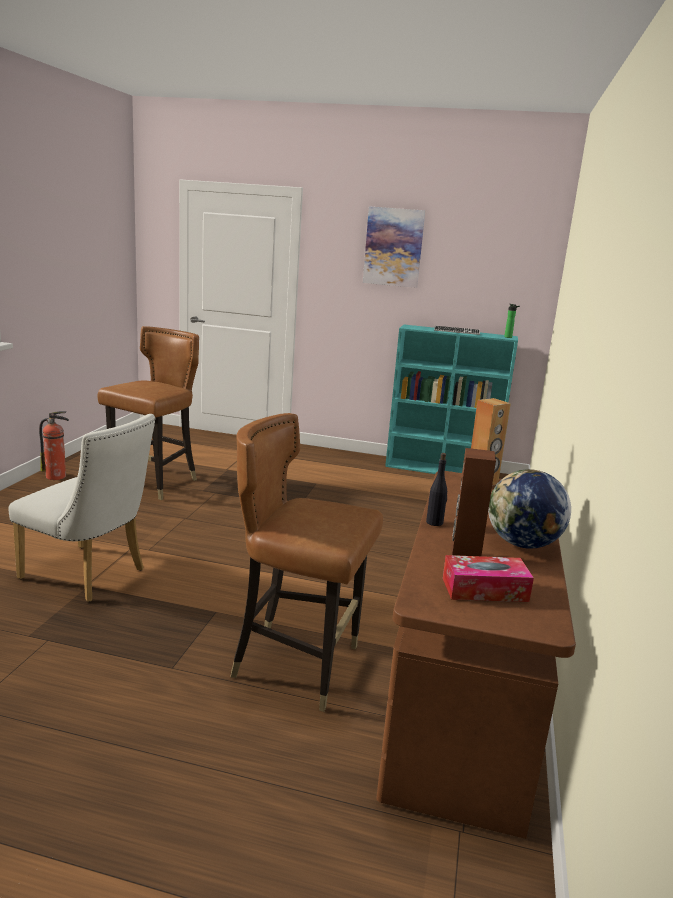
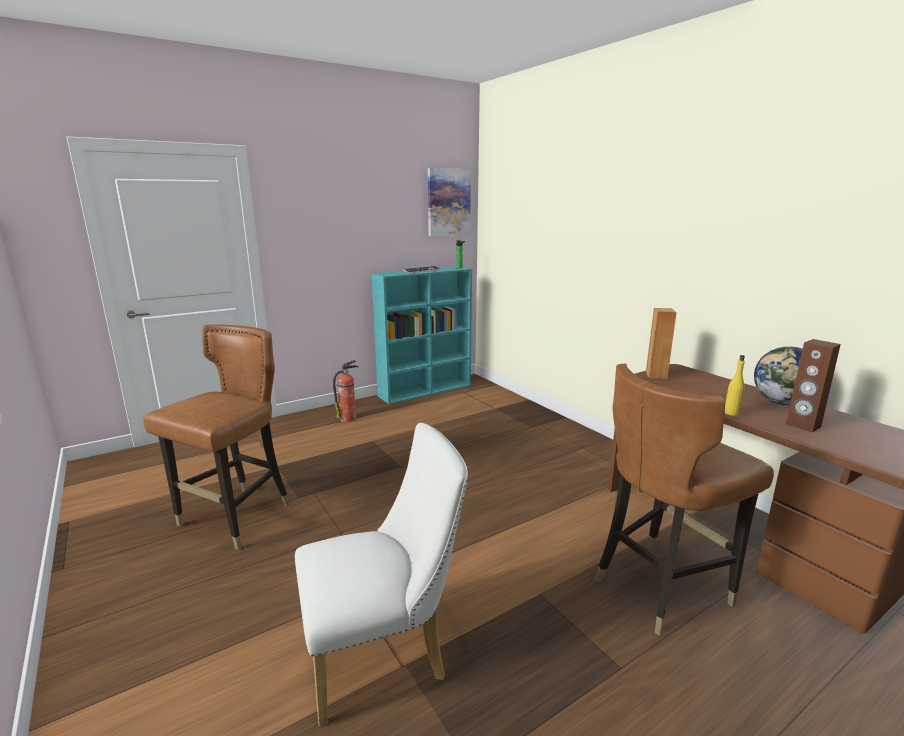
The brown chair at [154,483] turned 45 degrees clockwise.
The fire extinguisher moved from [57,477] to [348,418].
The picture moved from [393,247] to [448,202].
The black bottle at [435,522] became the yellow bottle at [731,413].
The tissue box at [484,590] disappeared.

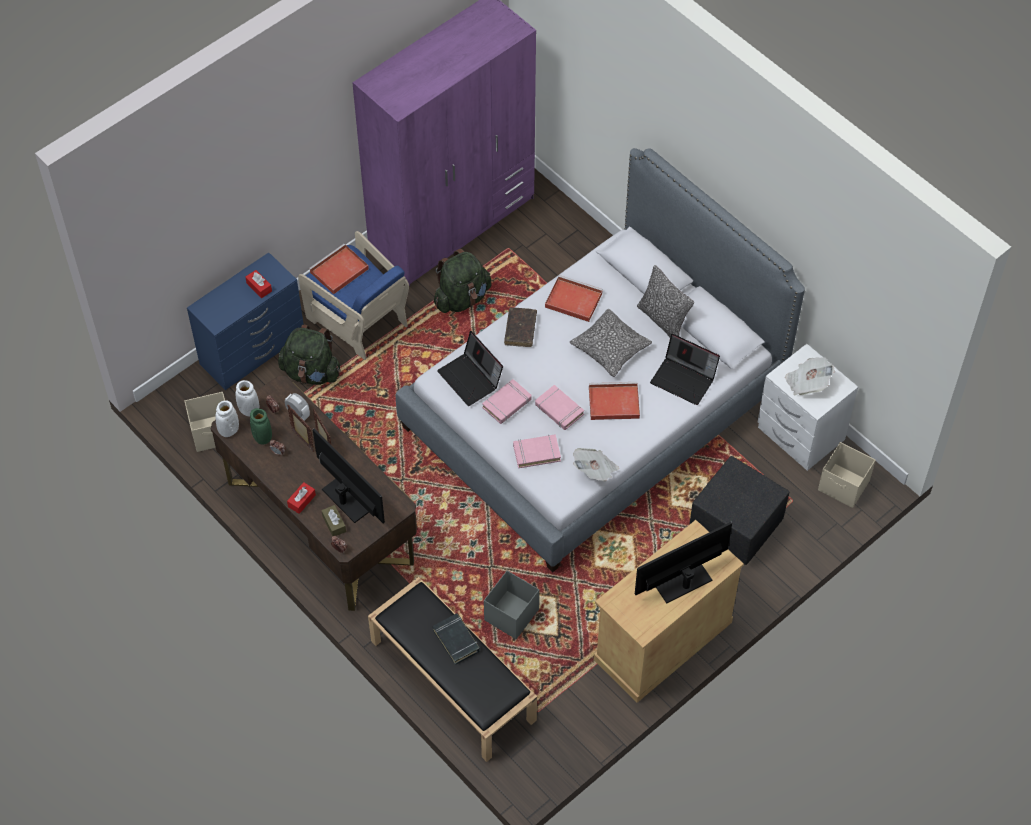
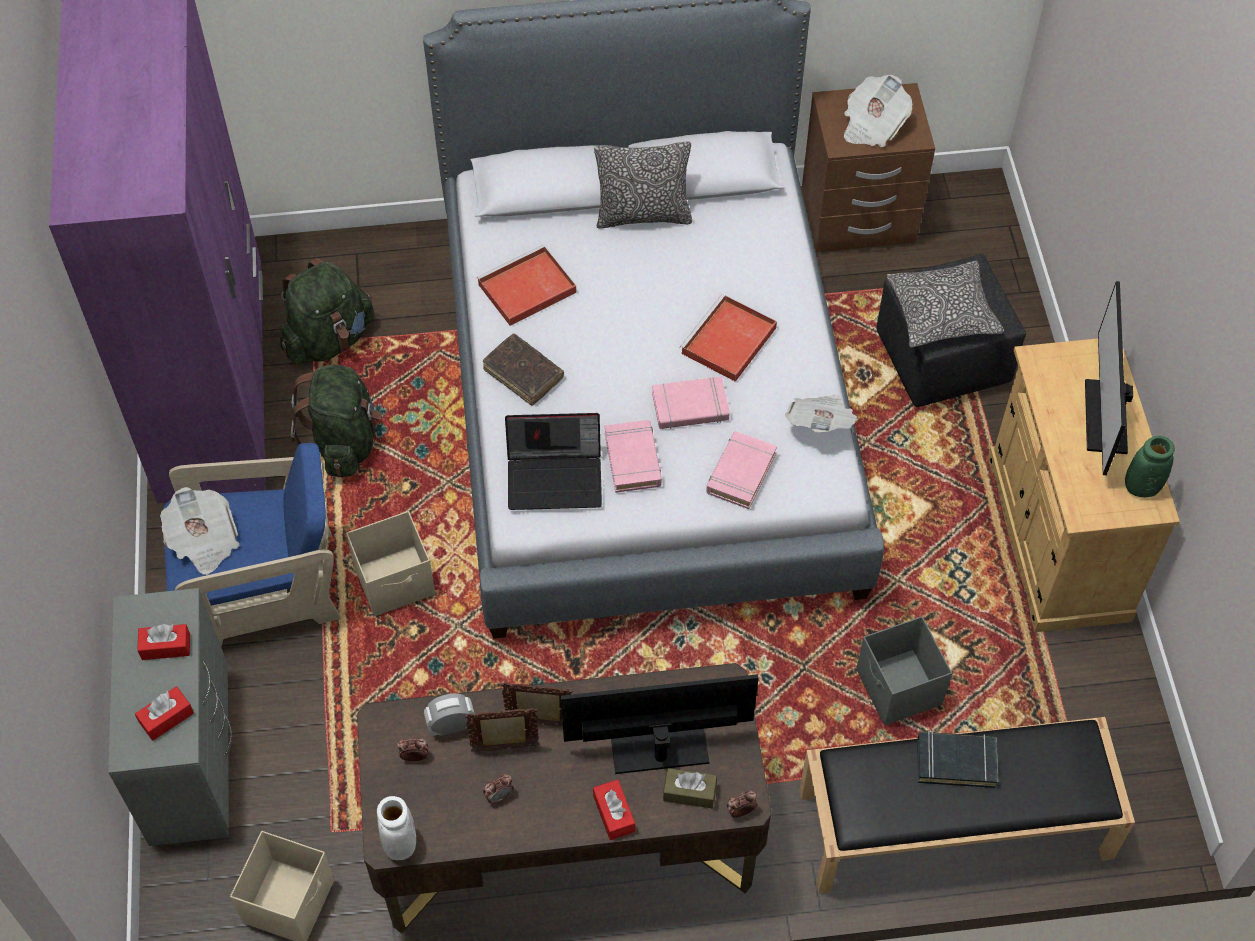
The blue dresser at [253,350] became the grey dresser at [192,755].
The red tissue box at [166,718] appeared.
The red tray at [338,271] was replaced by the newspaper at [203,541].
The green backpack moved from [311,372] to [329,339].
The beige storage box moved from [844,486] to [396,581].
The white nightstand at [800,434] became the brown nightstand at [858,219].
The pillow moved from [610,348] to [942,313].
The green vase moved from [262,437] to [1141,487].
The white vase at [249,410] disappeared.
The laptop at [684,379] disappeared.

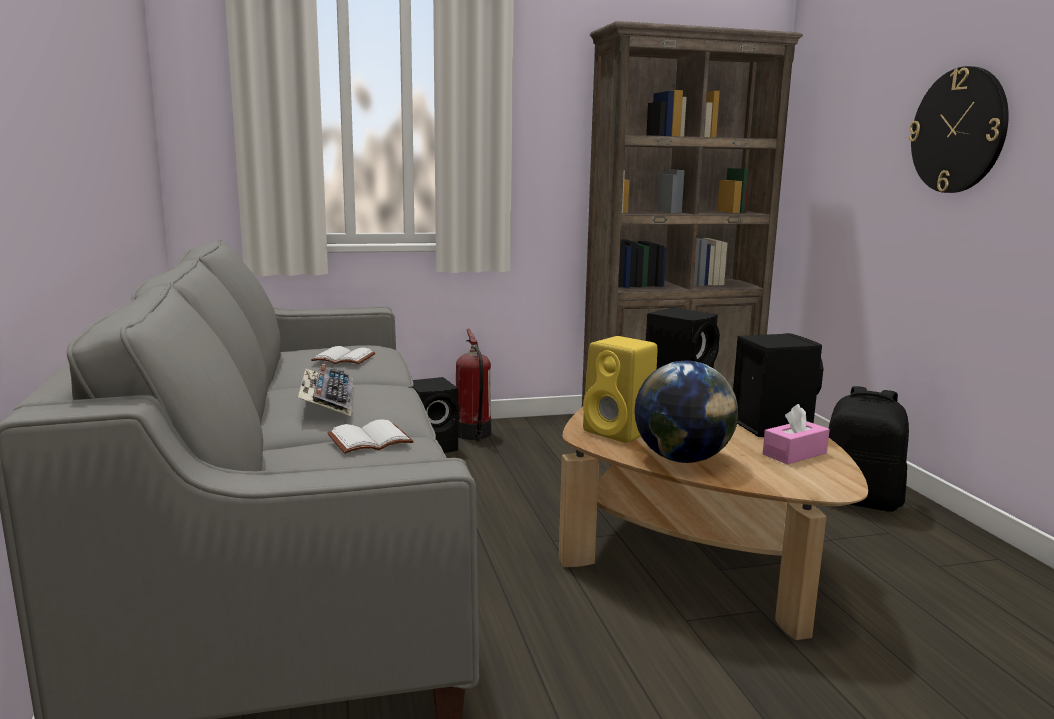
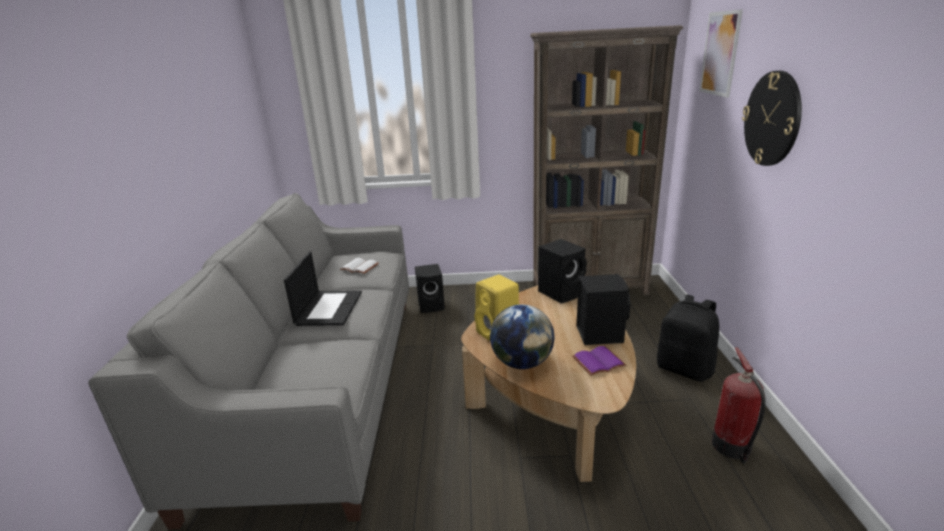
The keyboard at [327,400] was replaced by the laptop at [328,308].
The pink tissue box at [794,454] was replaced by the purple book at [598,363].
The picture at [720,53] appeared.
The fire extinguisher moved from [473,434] to [732,447].
The white book at [370,439] disappeared.

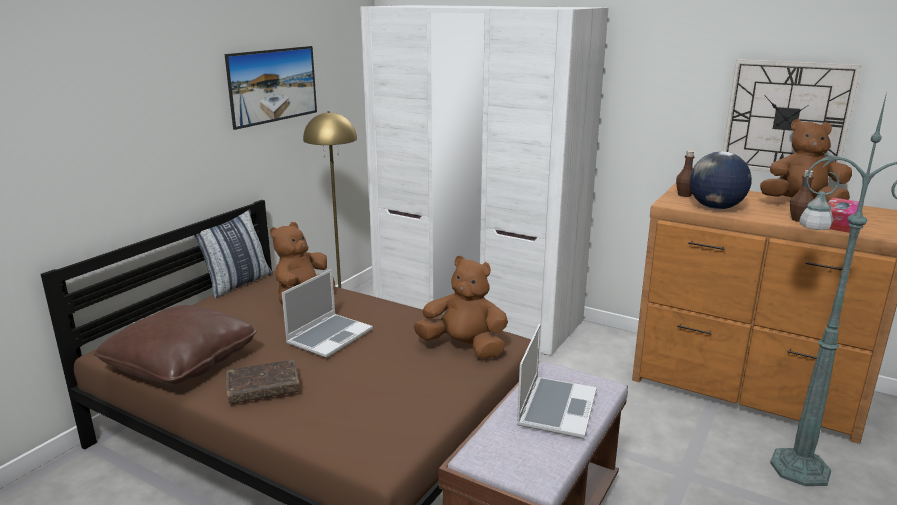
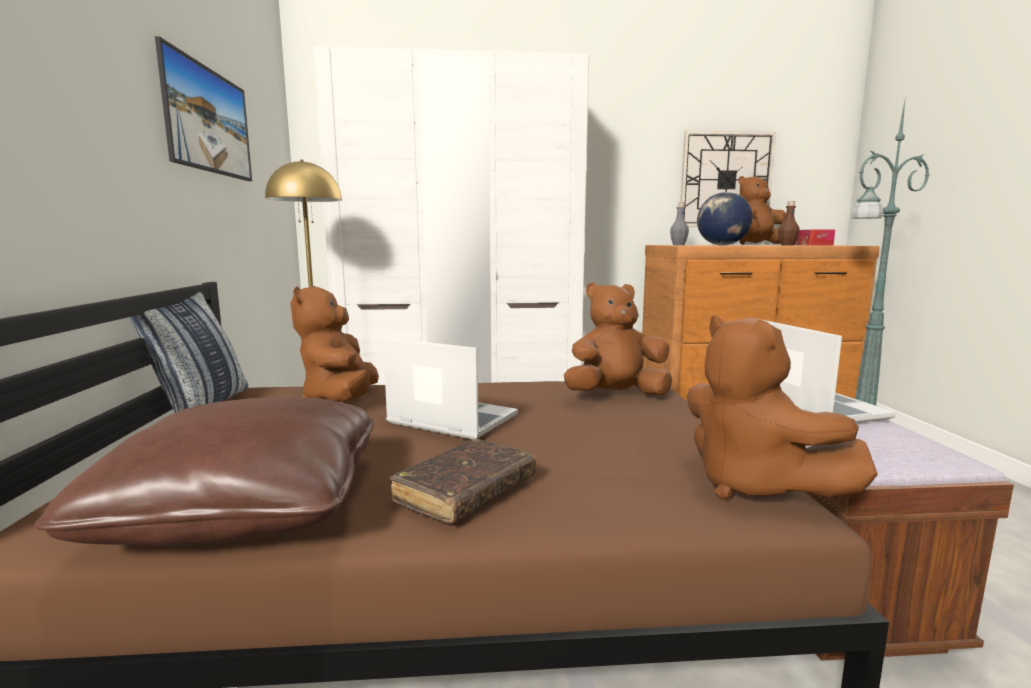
The laptop at [329,336] turned 60 degrees counterclockwise.
The brown bottle at [684,195] became the grey bottle at [678,245].
The brown plush toy at [753,486] appeared.

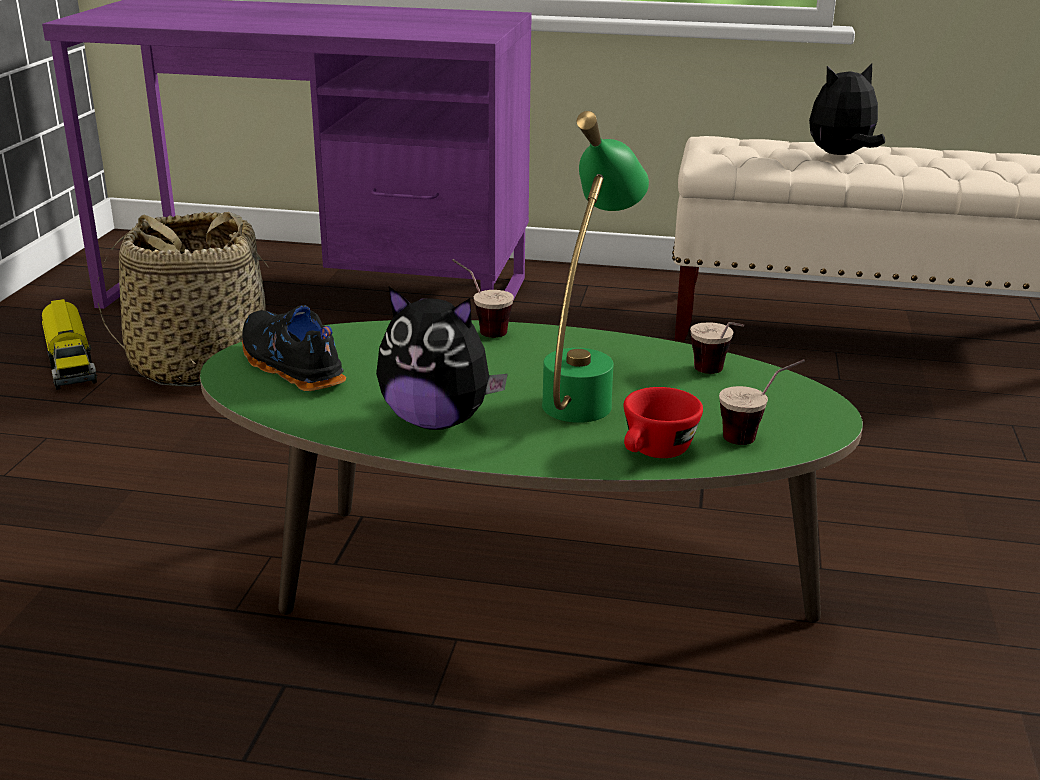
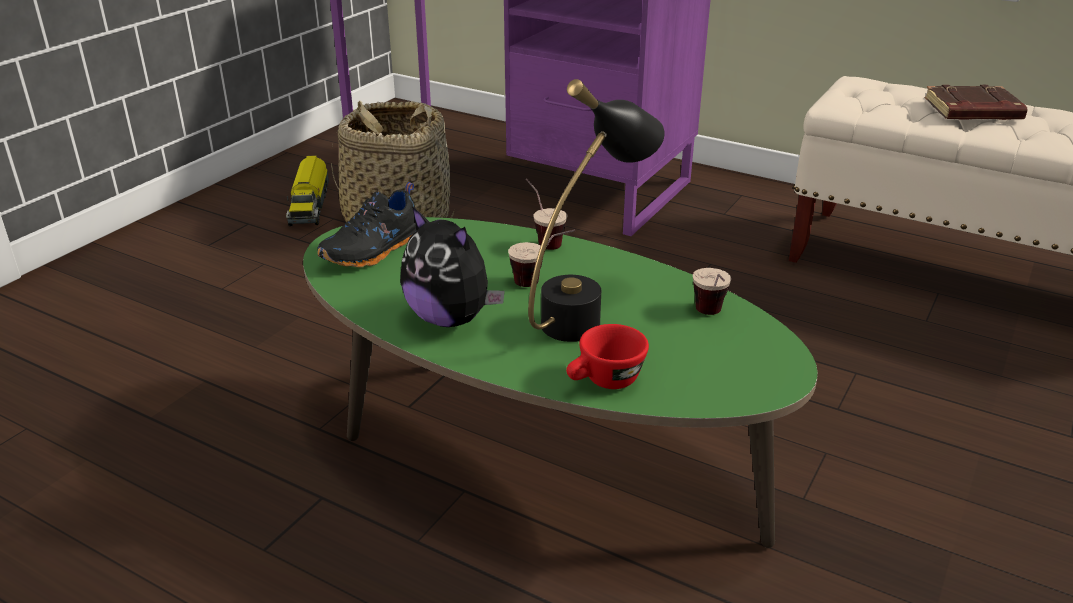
The black shoe at [289,367] turned 120 degrees counterclockwise.
The cup moved from [756,436] to [541,282].
The green table lamp at [586,391] became the black table lamp at [588,312].
The plush toy at [841,155] was replaced by the brown book at [972,111].

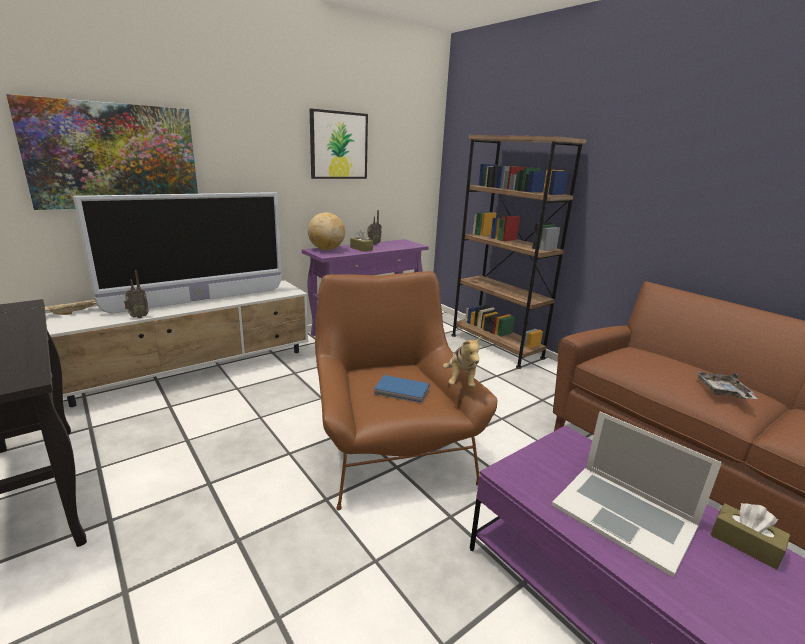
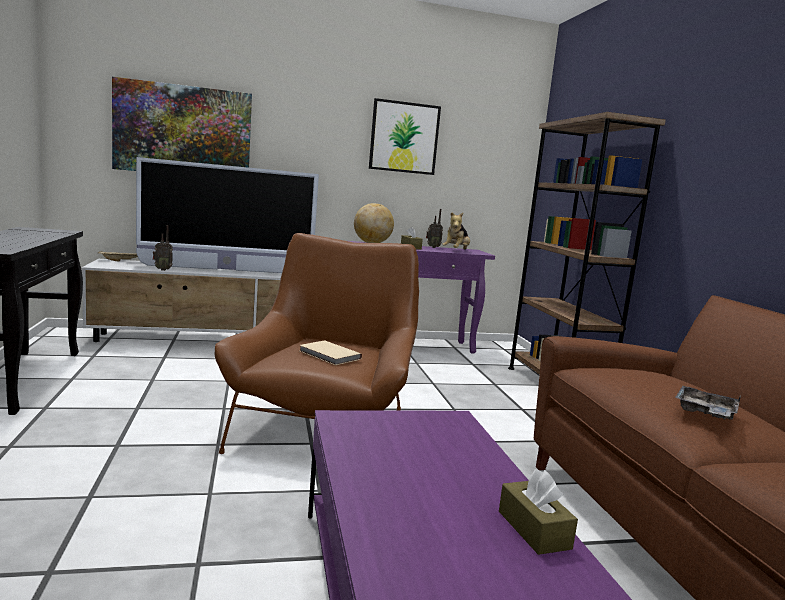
The blue book at [402,391] became the beige book at [329,355].
The plush toy moved from [461,380] to [456,251].
The laptop at [624,515] disappeared.

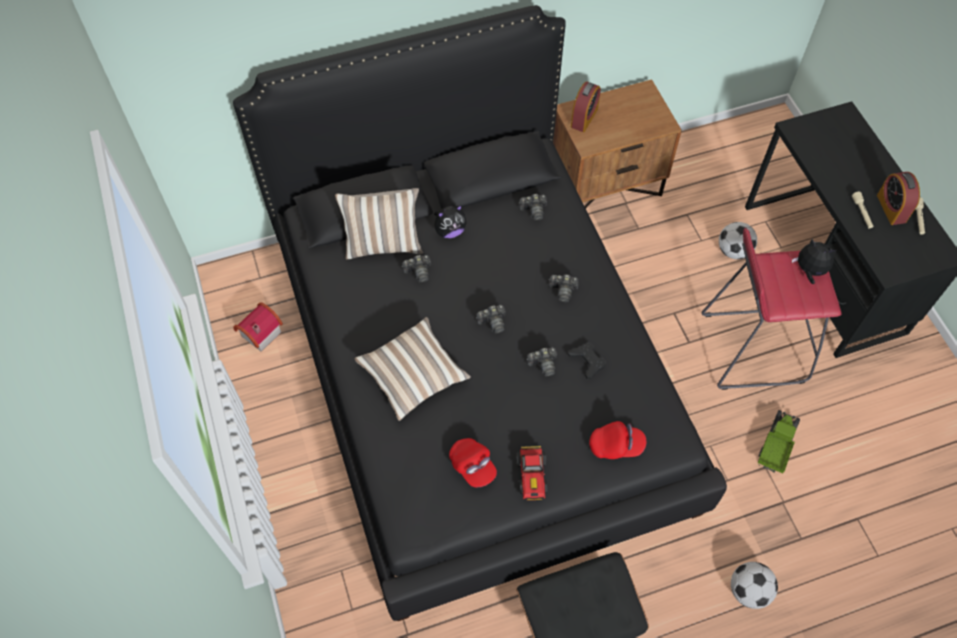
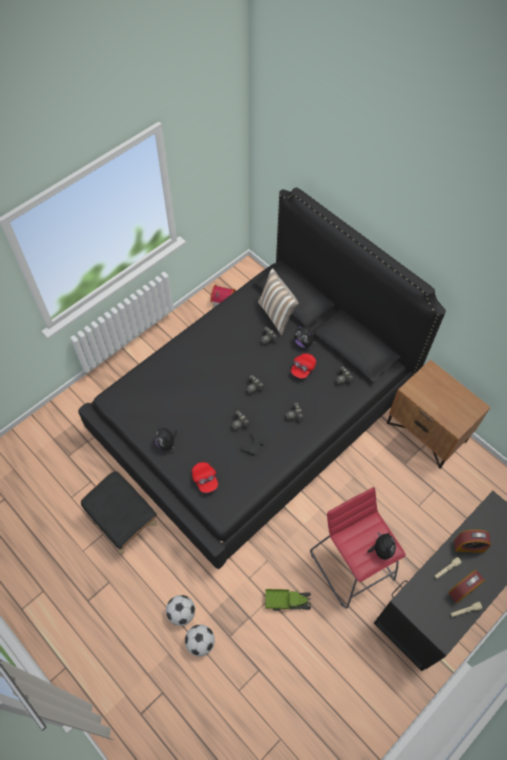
The toy car at [532,477] was replaced by the plush toy at [167,443].
The football moved from [733,251] to [200,642].
The red cap moved from [472,466] to [303,369].
The alarm clock moved from [584,118] to [469,546].
The pillow at [413,375] disappeared.

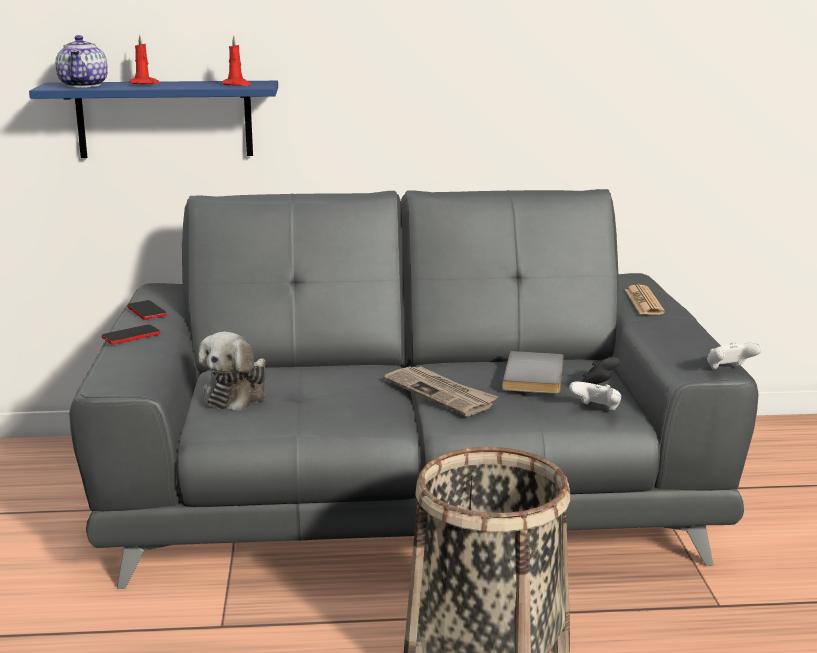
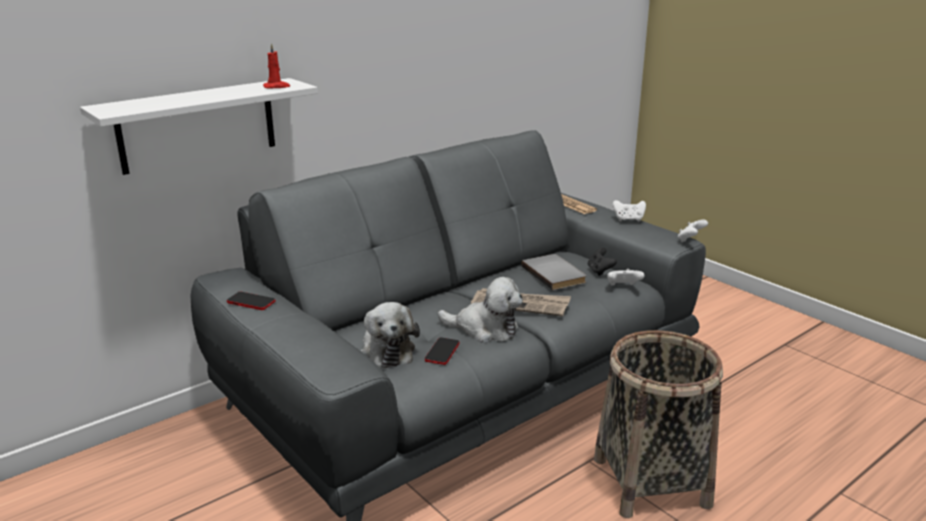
The blue shelf at [164,119] became the white shelf at [198,125].
The phone moved from [131,336] to [442,352].
The plush toy at [485,329] appeared.
The white game controller at [628,220] appeared.
The teapot at [84,85] disappeared.
The red candle at [144,83] disappeared.

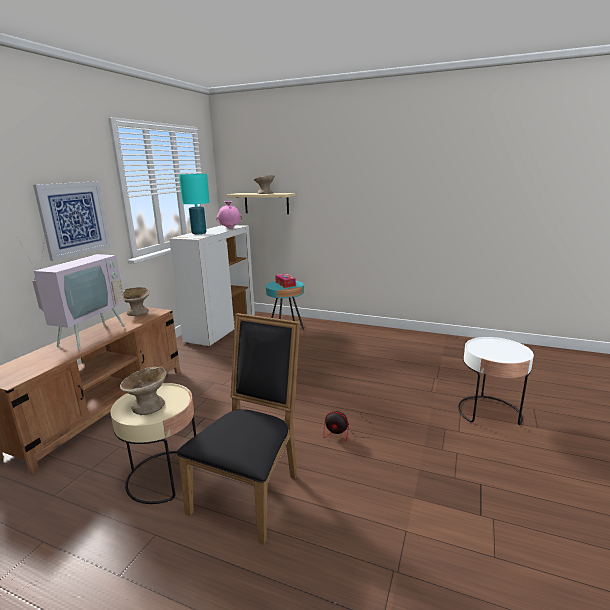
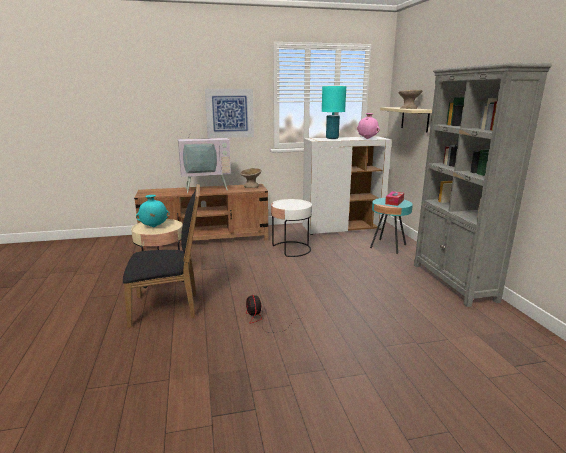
The beige bowl at [148,406] was replaced by the turquoise vase at [154,227].
The white side table moved from [489,412] to [291,249].
The grey bookcase at [453,282] appeared.

